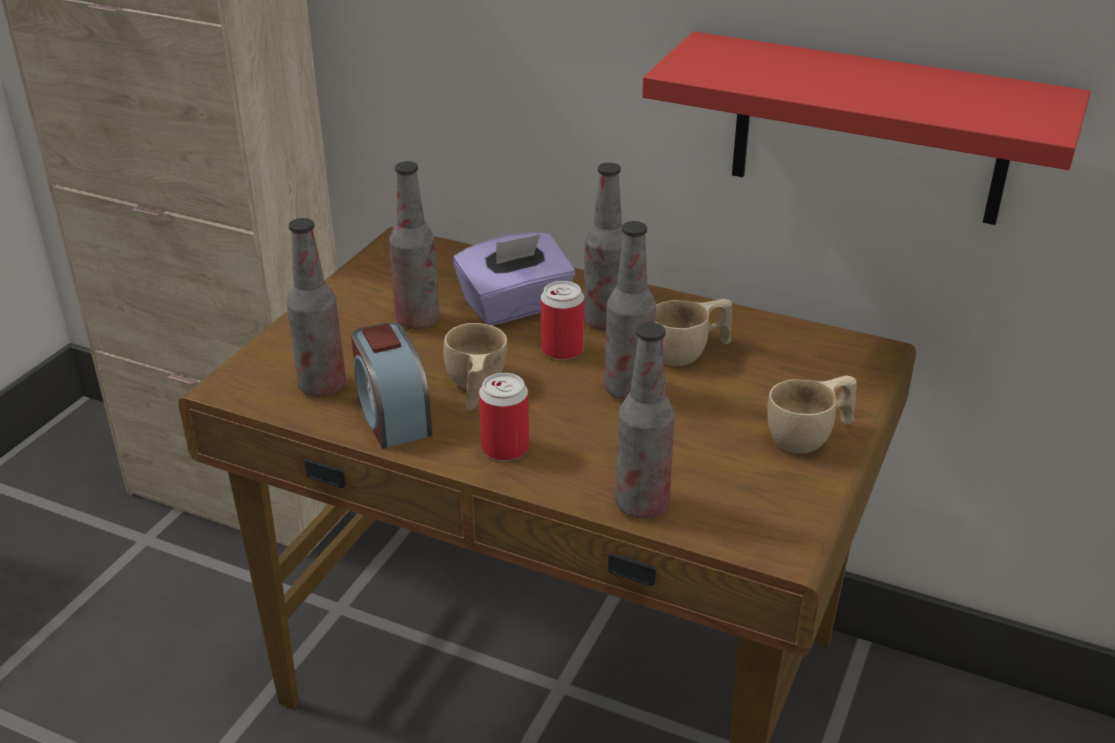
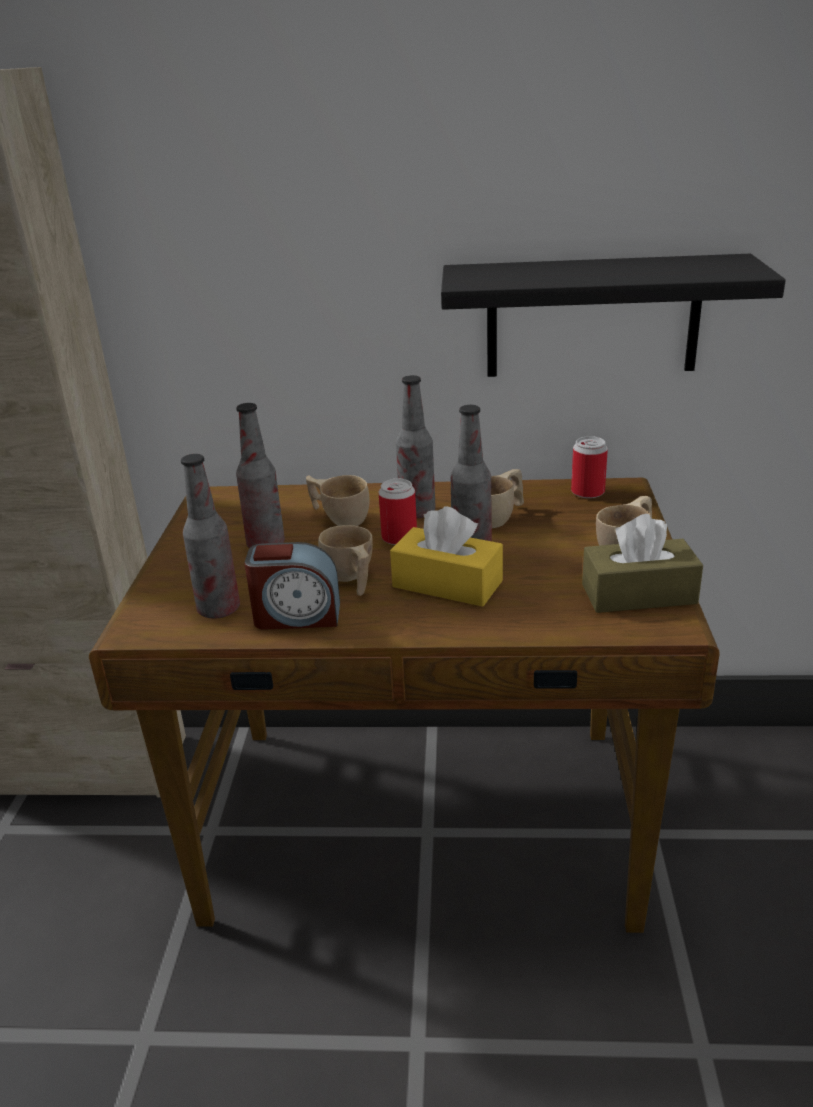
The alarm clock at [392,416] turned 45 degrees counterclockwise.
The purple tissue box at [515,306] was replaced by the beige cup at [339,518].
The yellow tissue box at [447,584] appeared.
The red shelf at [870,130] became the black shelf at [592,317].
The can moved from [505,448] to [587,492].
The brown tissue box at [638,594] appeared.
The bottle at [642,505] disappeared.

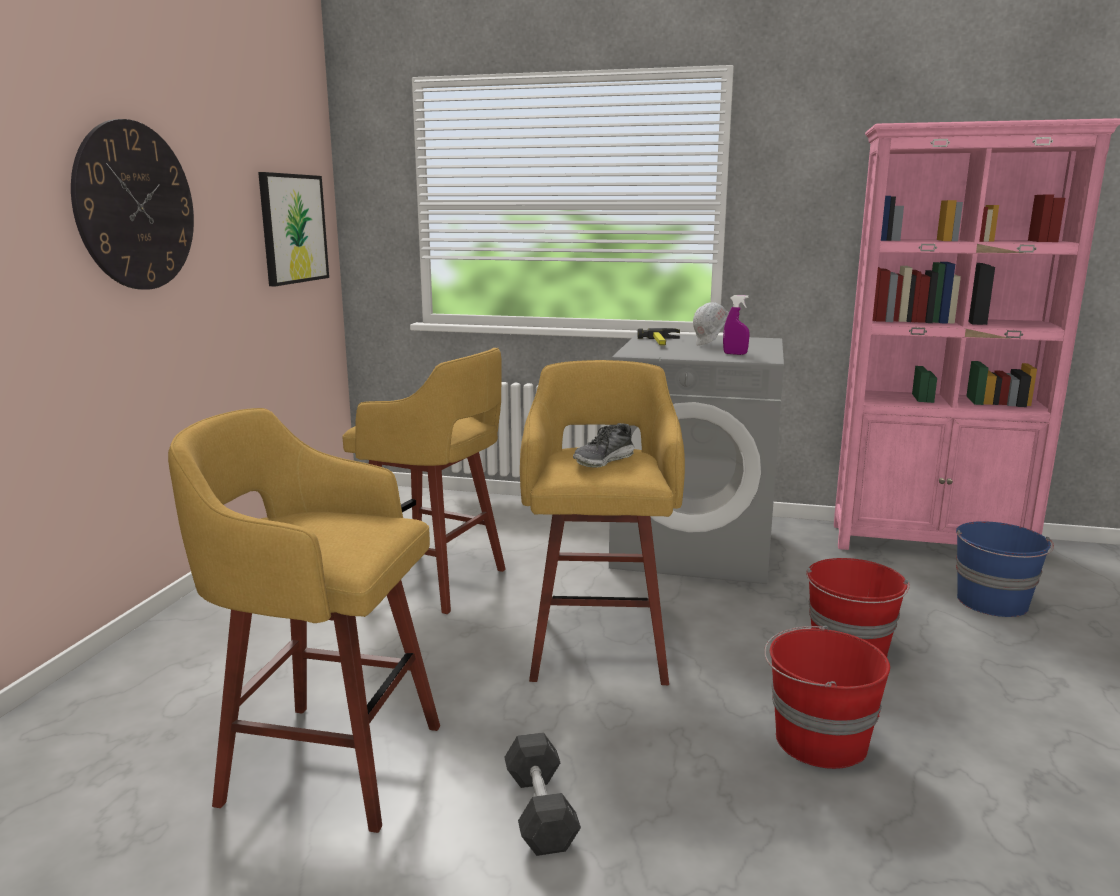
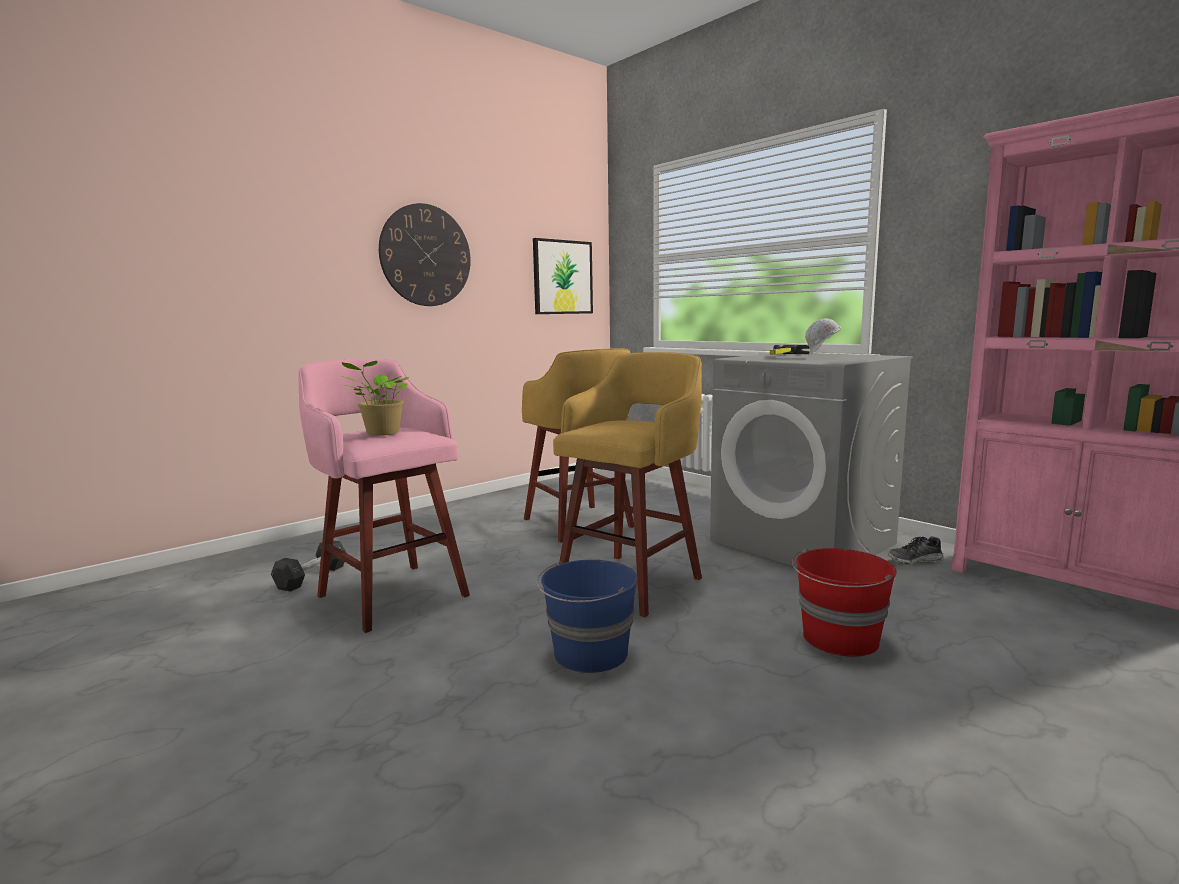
The grey dumbbell moved from [540,810] to [311,577].
The yellow stool at [327,762] became the pink stool at [391,594].
The potted plant at [381,433] appeared.
The blue bucket moved from [993,602] to [589,654].
The shoe moved from [604,460] to [914,560].
The purple spray bottle at [735,354] disappeared.
The red bucket at [818,741] disappeared.

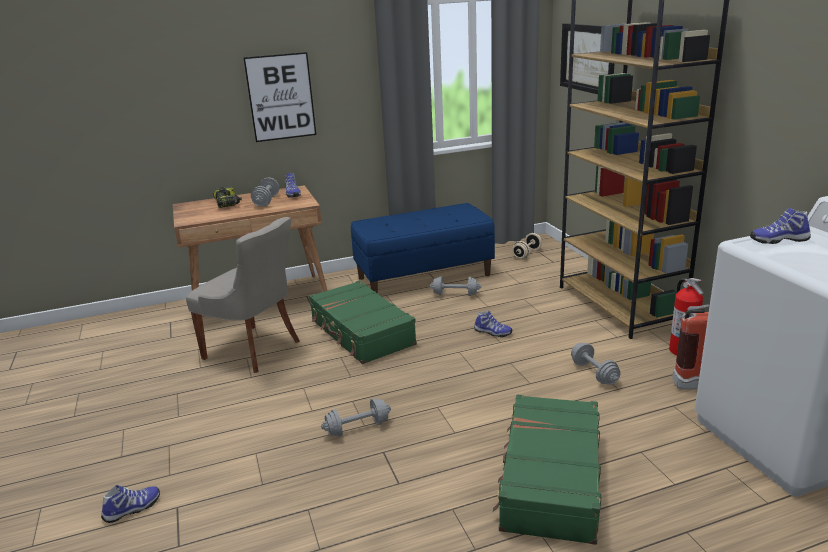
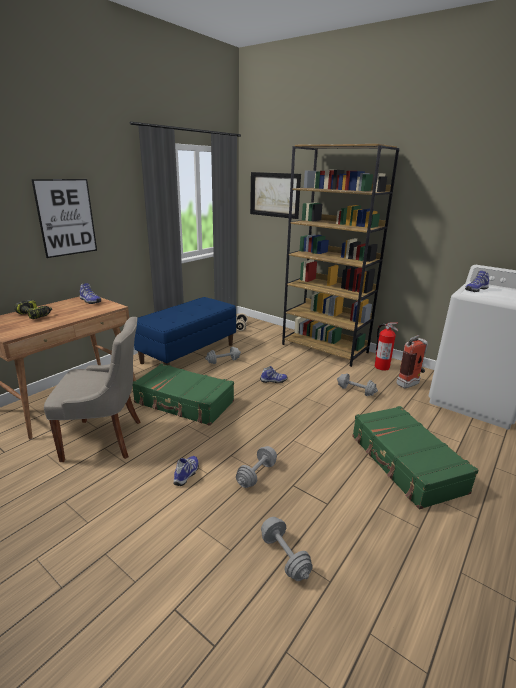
The shoe moved from [133,509] to [187,474].
The grey dumbbell moved from [266,201] to [284,556].

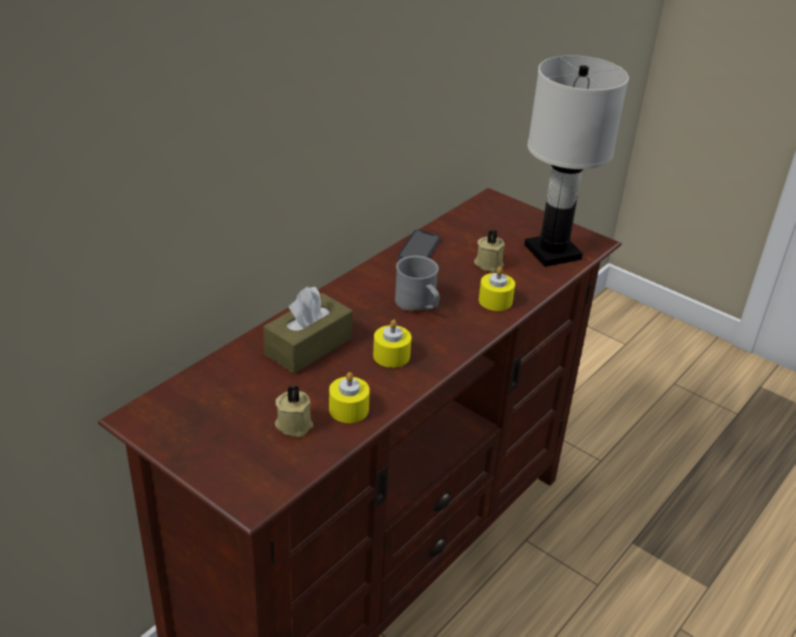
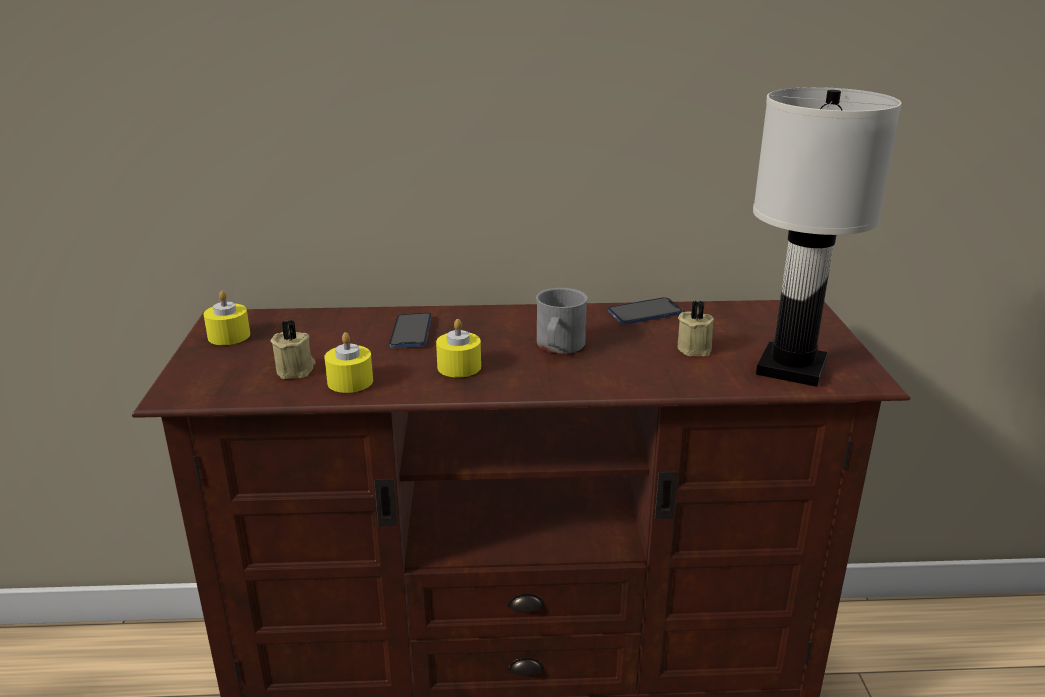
The yellow candle moved from [495,301] to [229,336].
The brown tissue box at [308,346] was replaced by the phone at [411,332].

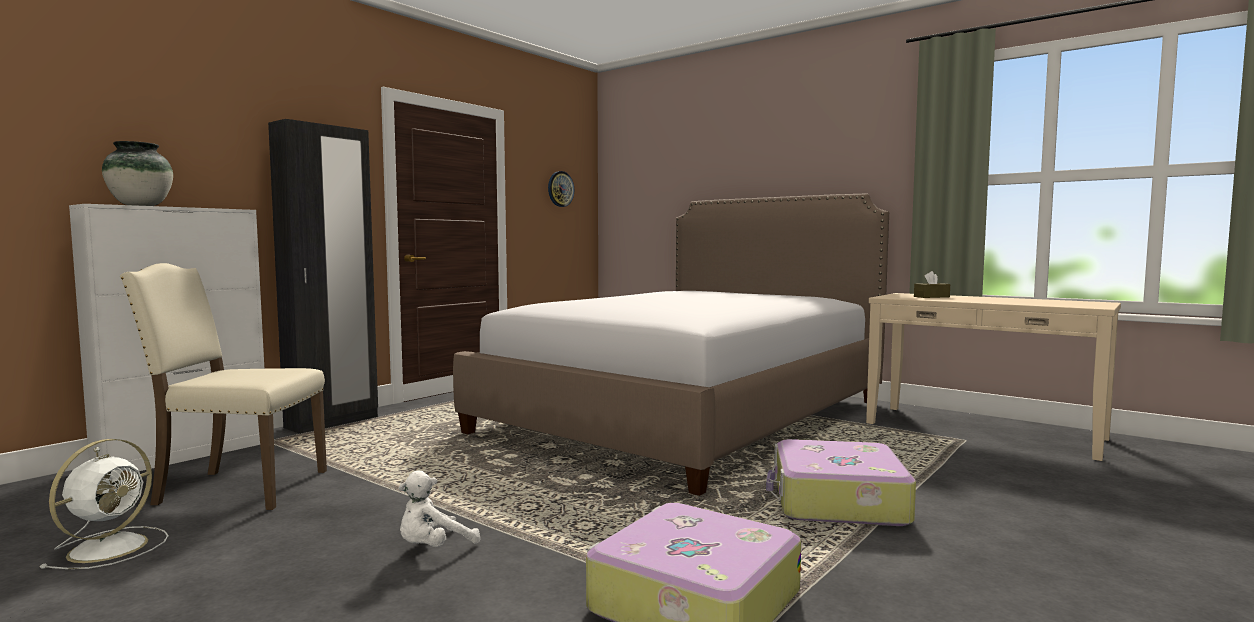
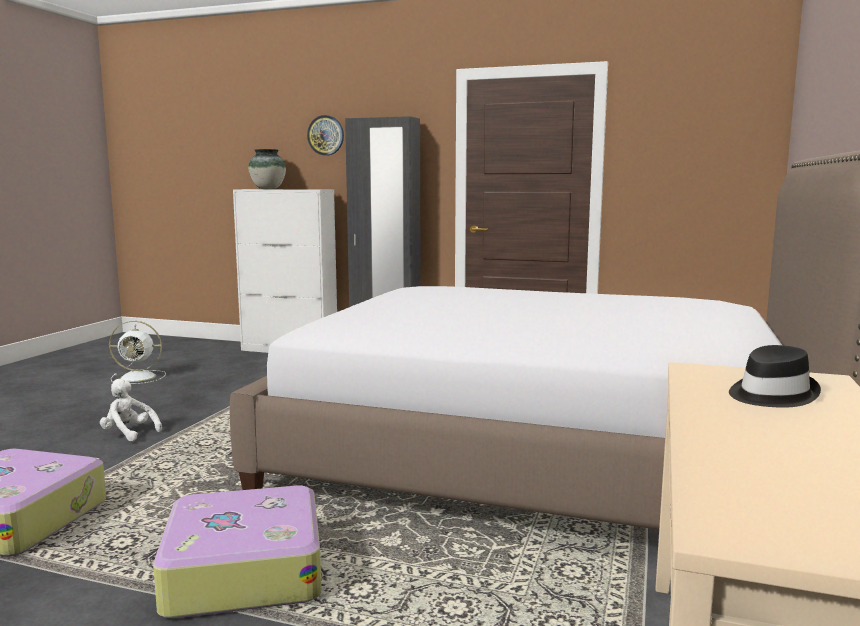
The wall clock moved from [560,189] to [326,135].
The brown tissue box at [931,297] was replaced by the black hat at [770,394].
The beige chair at [238,488] disappeared.

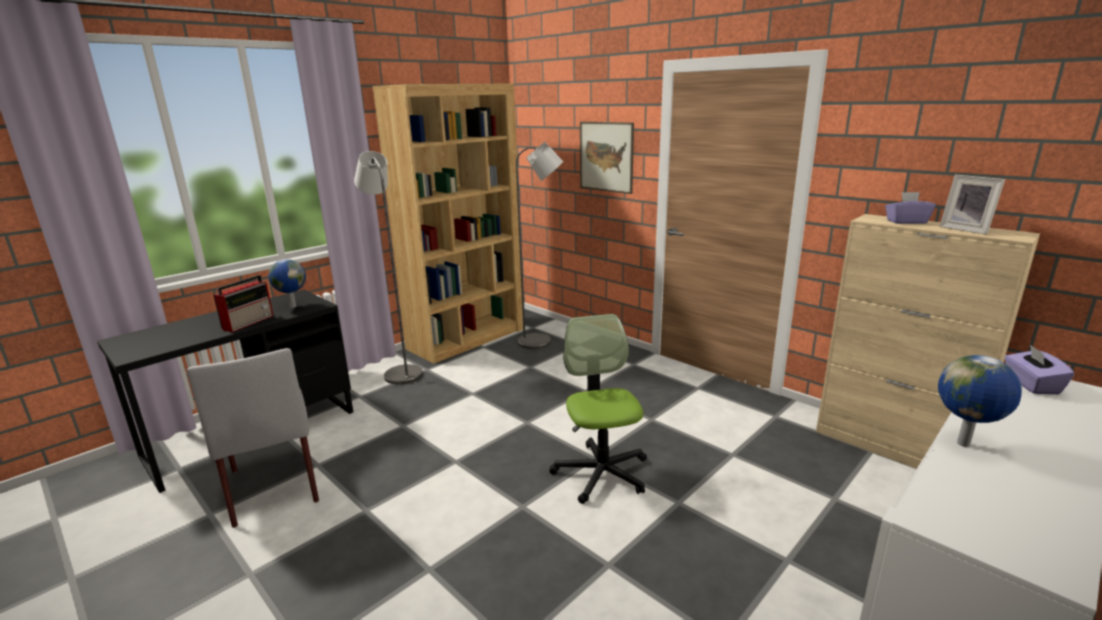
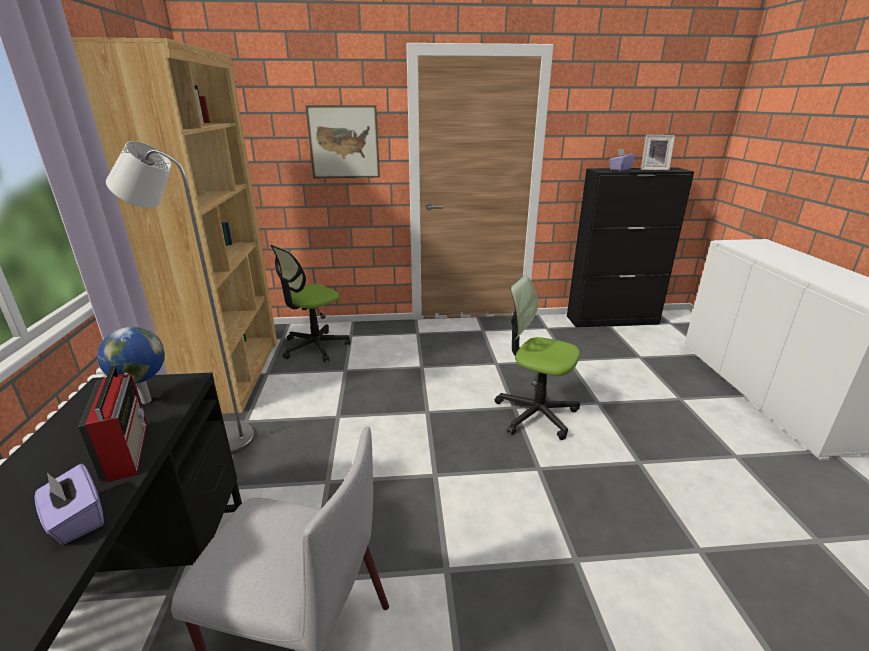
The purple tissue box moved from [1031,385] to [76,520].
The grey floor lamp at [541,342] was replaced by the office chair at [315,347].
The beige cabinet at [891,448] became the black cabinet at [612,320].
The globe at [964,444] disappeared.

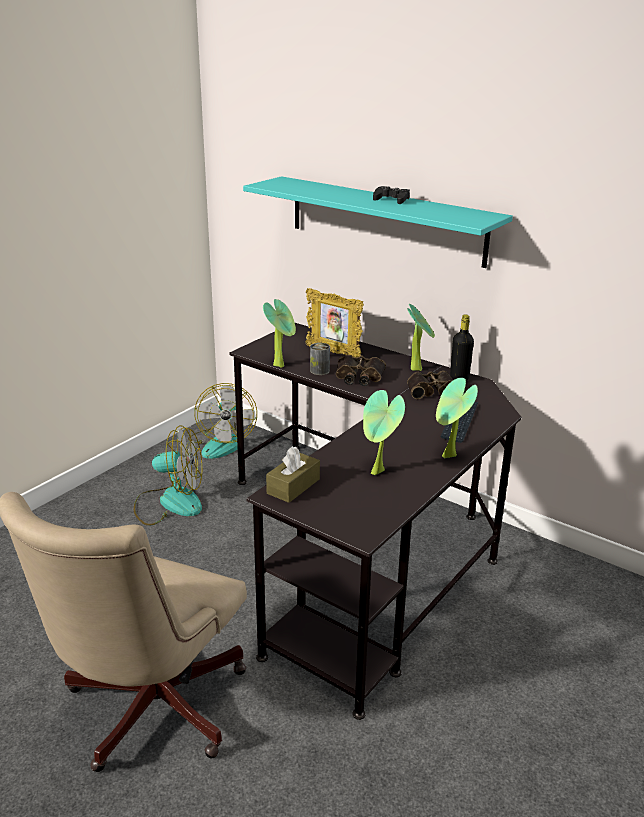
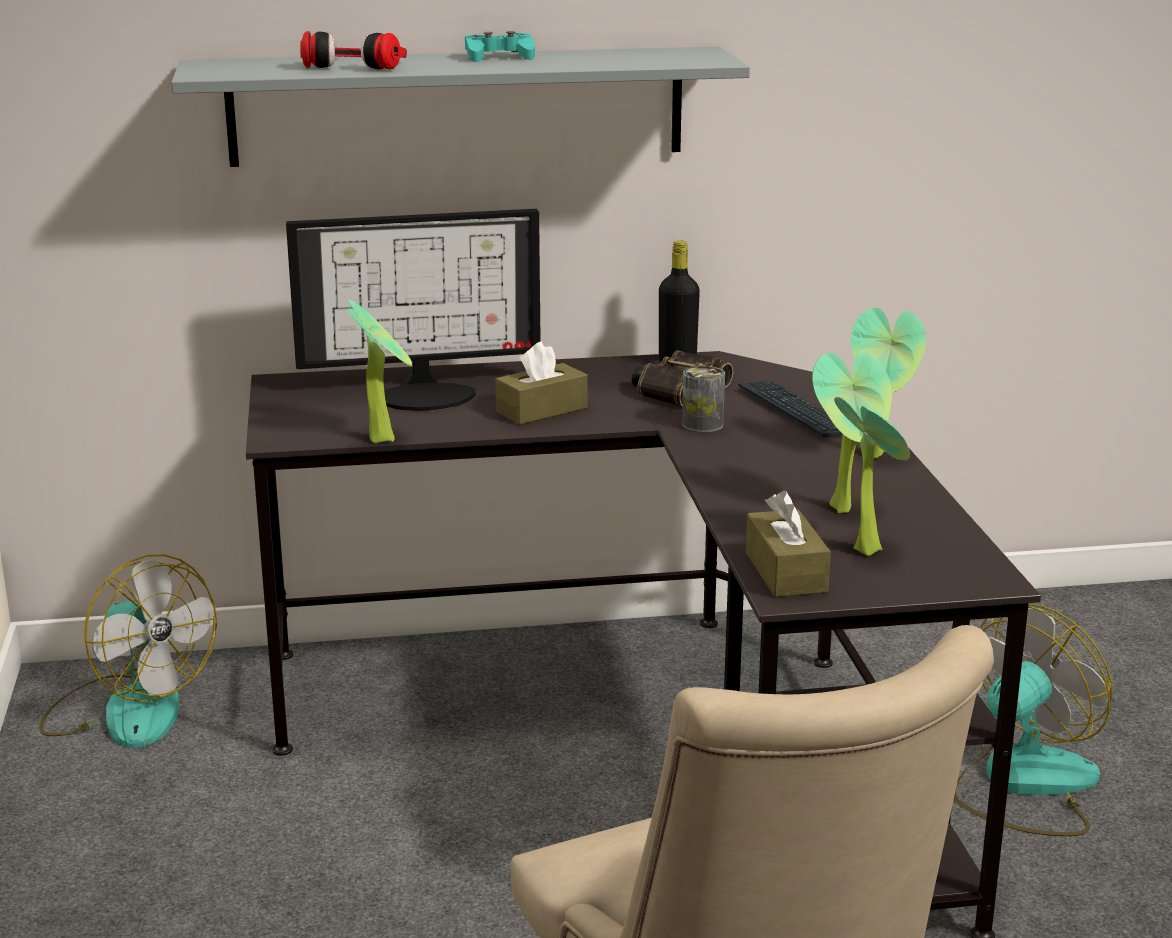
The turquoise shelf at [385,220] became the grey shelf at [457,106].
The picture frame at [333,352] was replaced by the monitor at [426,393].
The headphones at [357,64] appeared.
The black game controller at [391,200] became the turquoise game controller at [499,57].
The binoculars at [359,376] was replaced by the brown tissue box at [541,410].
The can moved from [319,370] to [702,424].
The potted plant moved from [417,368] to [867,548].
The fan moved from [170,503] to [1023,784].

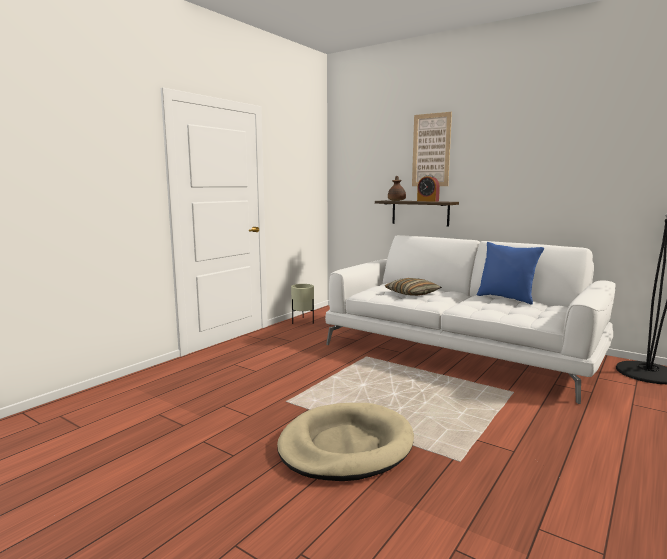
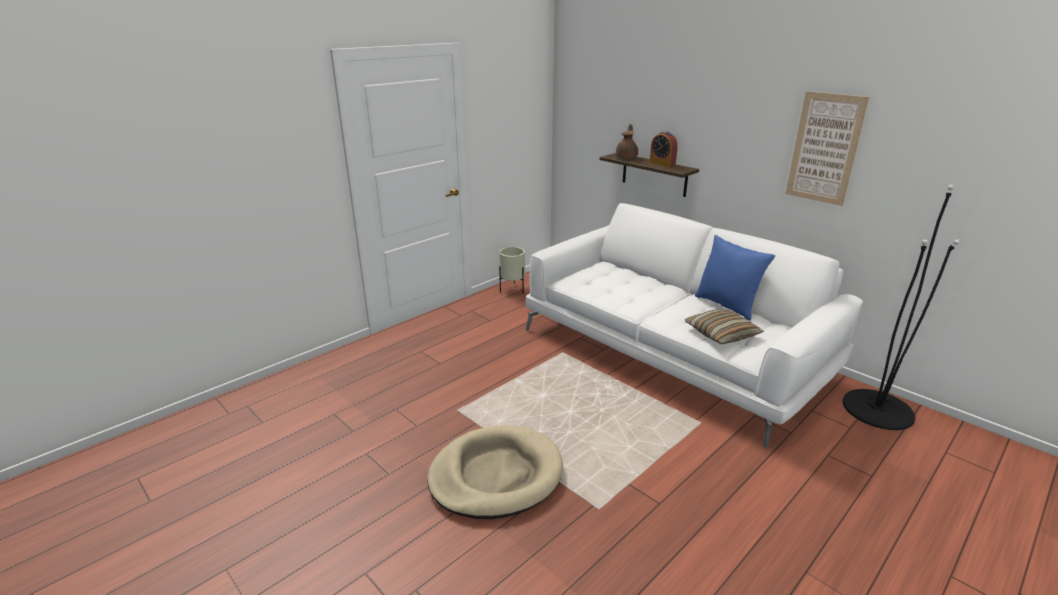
The pillow moved from [412,293] to [721,334].
The picture moved from [431,150] to [824,148].

